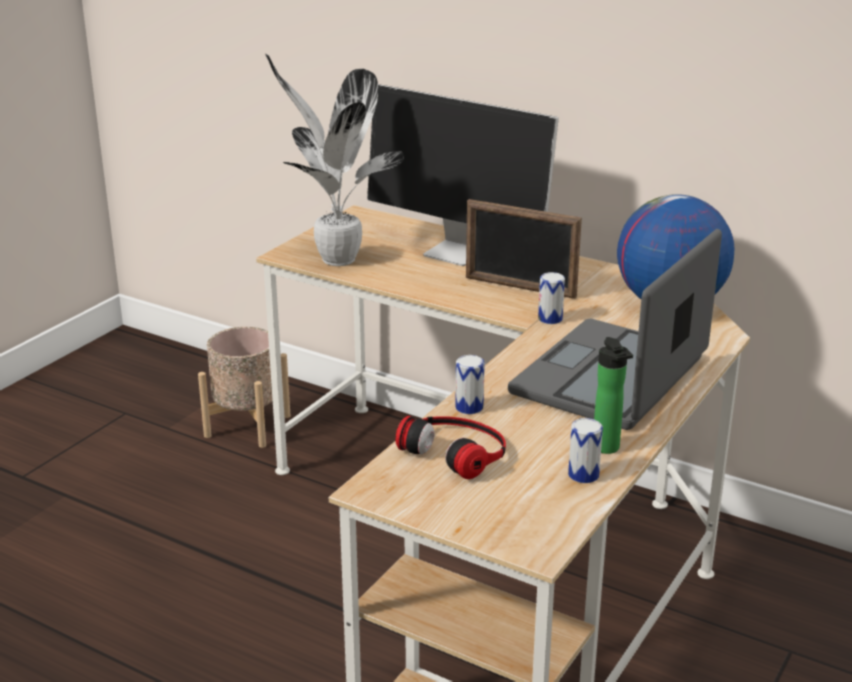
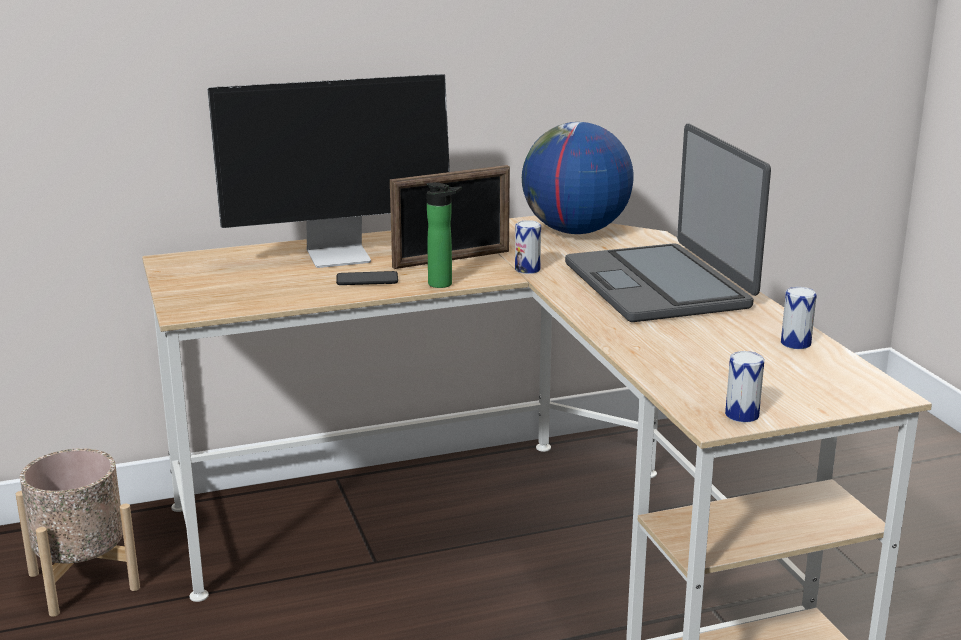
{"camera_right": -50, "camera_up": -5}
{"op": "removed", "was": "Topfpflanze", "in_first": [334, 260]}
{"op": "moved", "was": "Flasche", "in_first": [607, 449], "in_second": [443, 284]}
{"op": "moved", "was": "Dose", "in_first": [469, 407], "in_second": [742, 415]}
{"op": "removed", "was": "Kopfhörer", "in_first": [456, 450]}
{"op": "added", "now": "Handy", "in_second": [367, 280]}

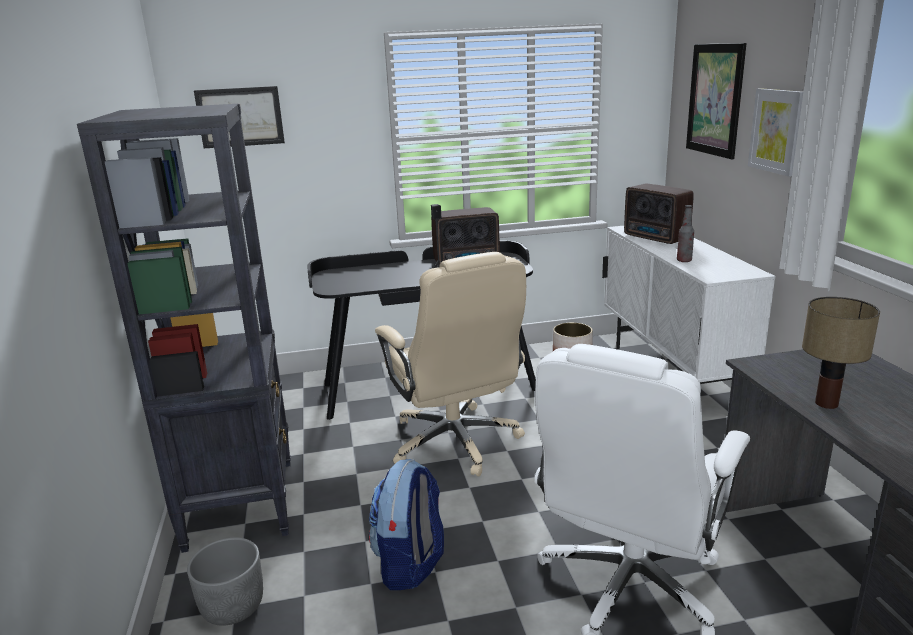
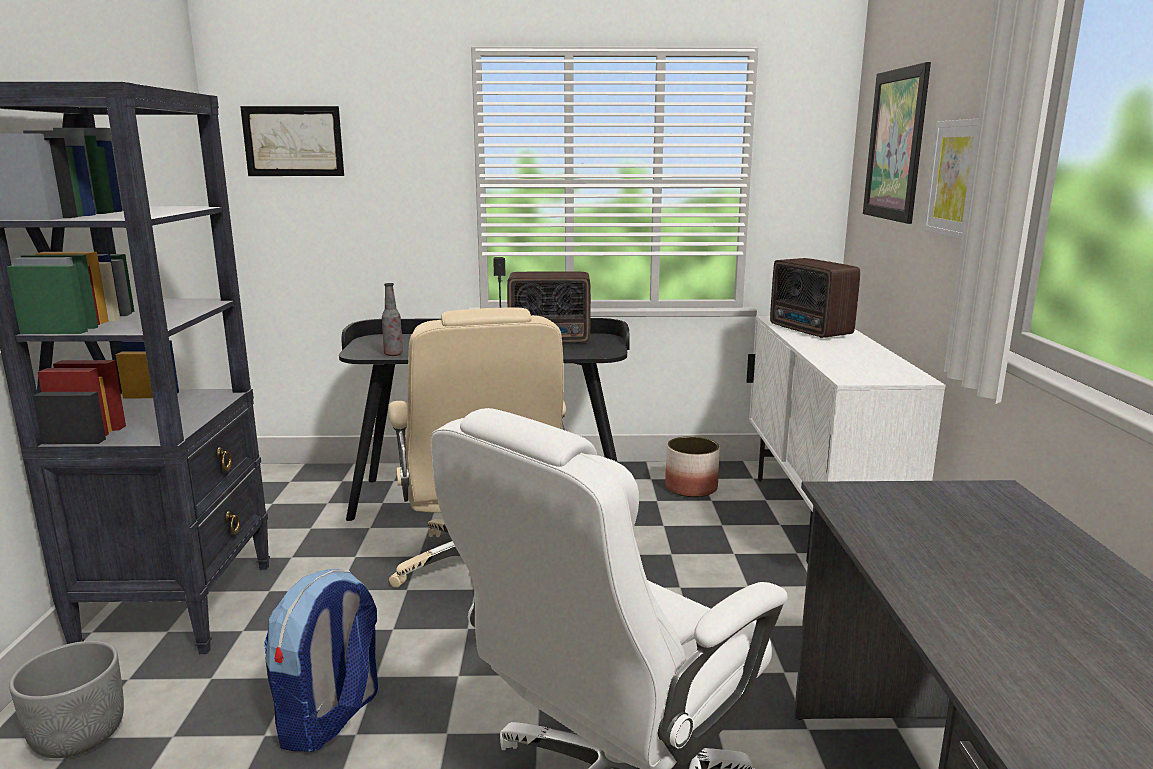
{"camera_right": 10, "camera_up": -5}
{"op": "moved", "was": "Flasche", "in_first": [684, 260], "in_second": [393, 354]}
{"op": "removed", "was": "Tischlampe", "in_first": [825, 403]}

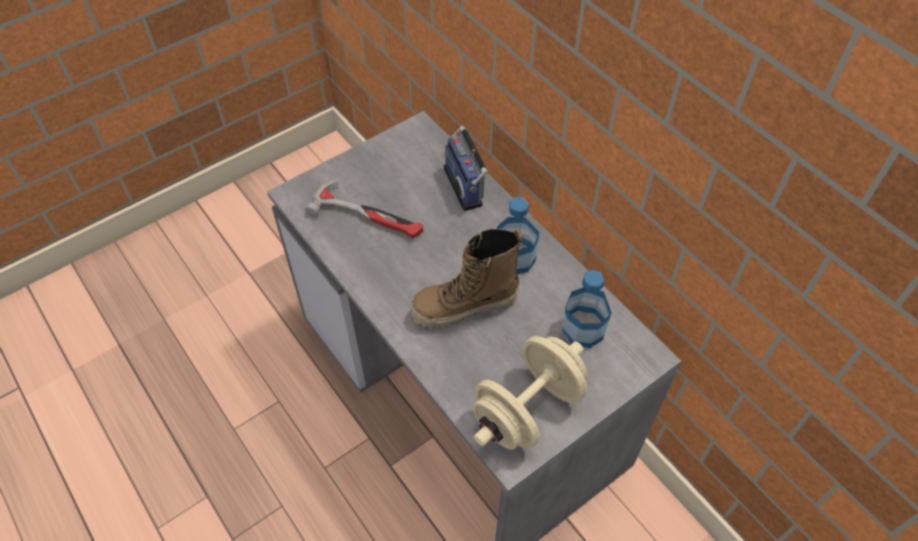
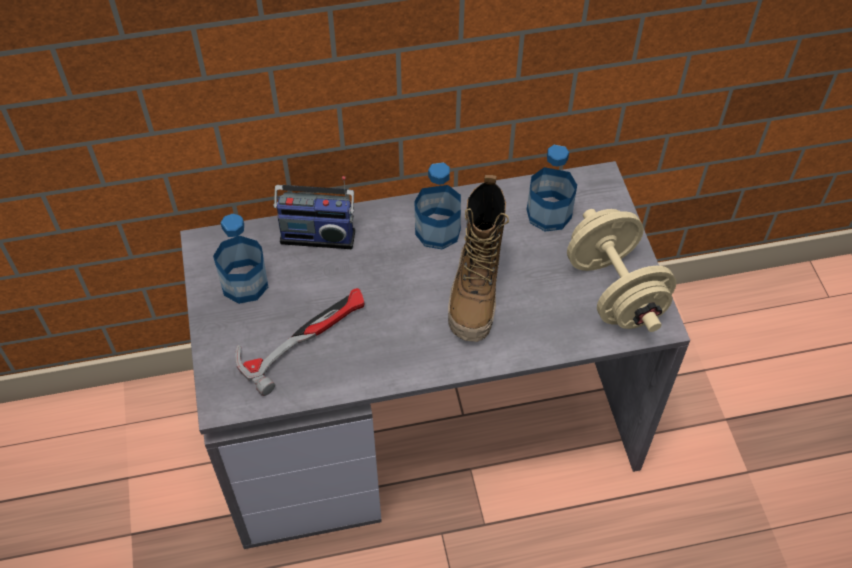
{"camera_right": -65, "camera_up": 0}
{"op": "added", "now": "Flasche", "in_second": [245, 284]}

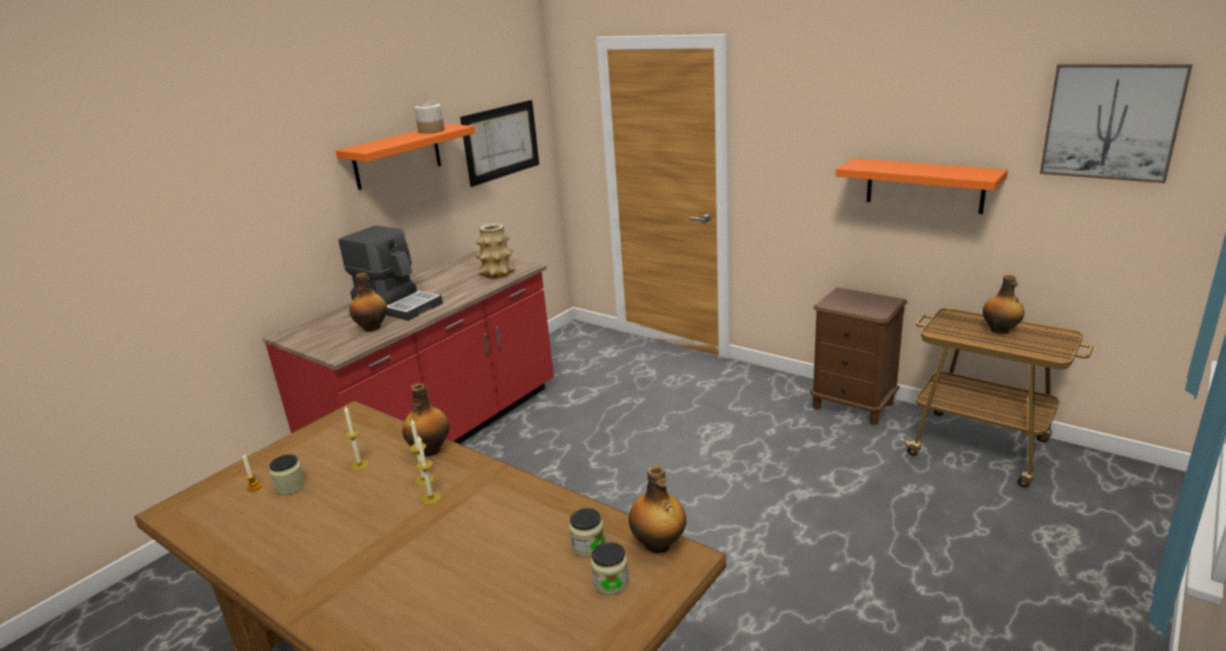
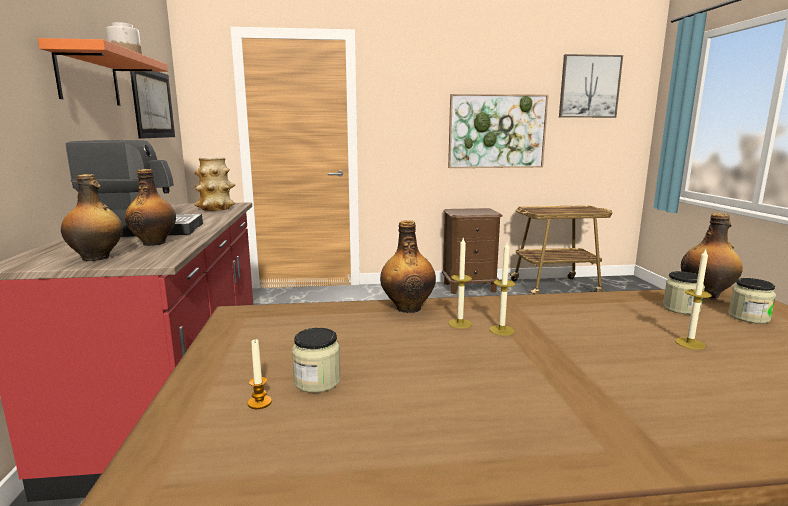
{"camera_right": -45, "camera_up": -10}
{"op": "replaced", "was": "Wandregal [orange]", "now": "Bild", "in_first": [924, 185], "in_second": [497, 131]}
{"op": "moved", "was": "Flasche", "in_first": [1000, 331], "in_second": [97, 258]}
{"op": "moved", "was": "Kerze", "in_first": [360, 465], "in_second": [689, 343]}

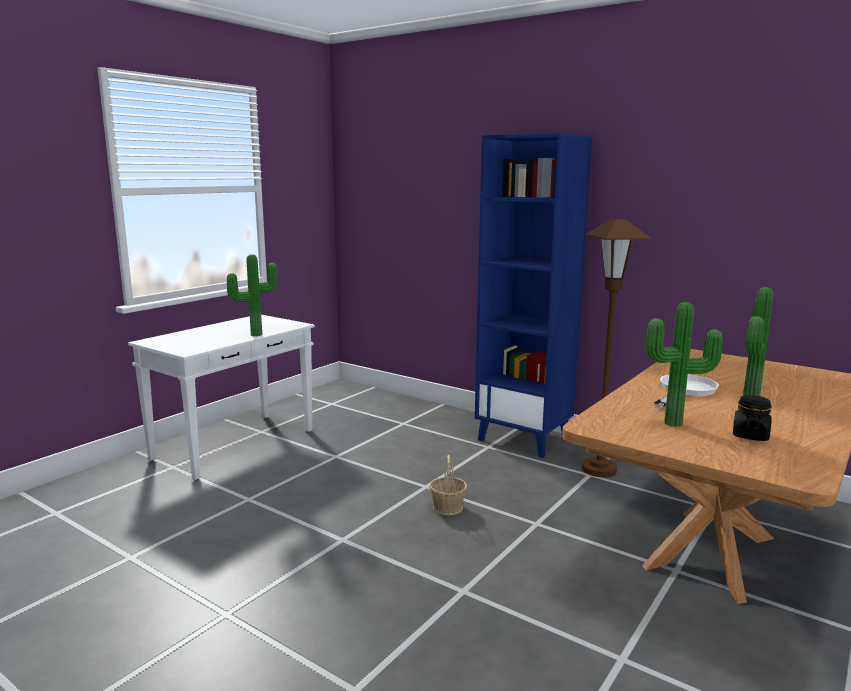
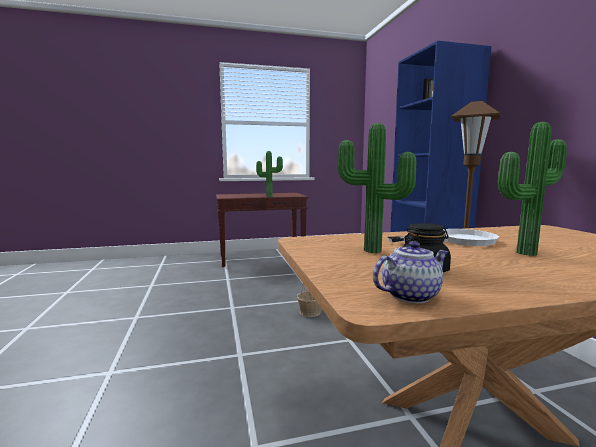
{"camera_right": 40, "camera_up": -5}
{"op": "recoloured", "was": "Konsolentisch [weiß]", "now": "Konsolentisch [braun]", "in_first": [235, 444], "in_second": [262, 258]}
{"op": "added", "now": "Teekanne", "in_second": [411, 295]}

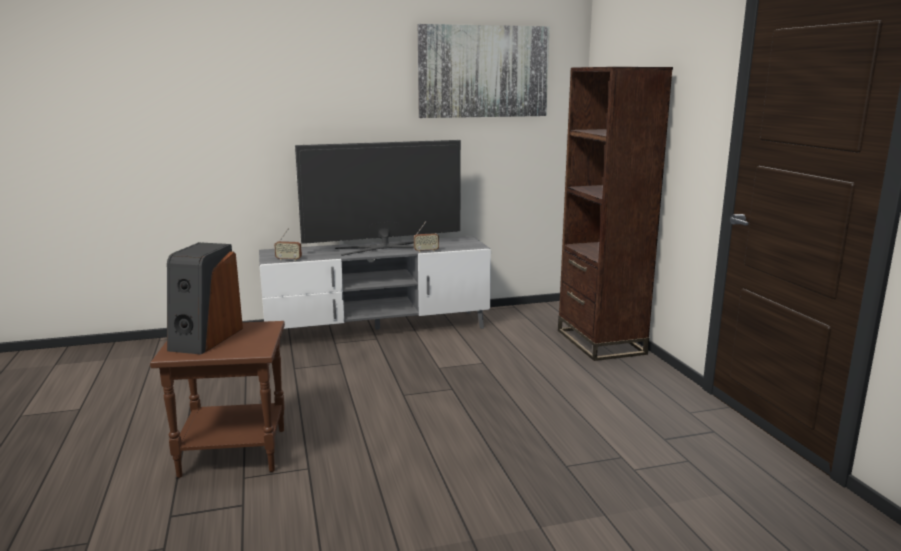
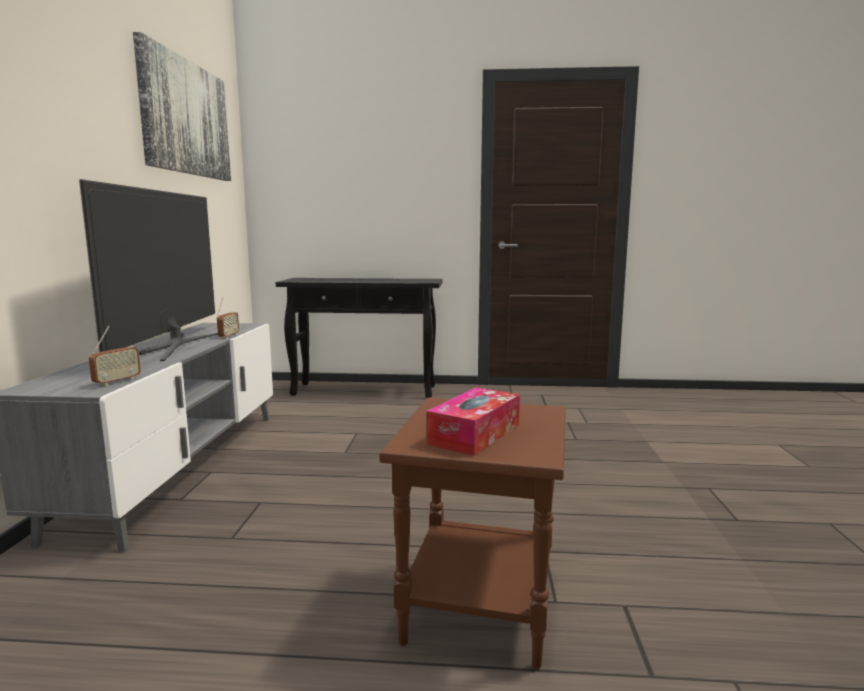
{"camera_right": -70, "camera_up": -5}
{"op": "replaced", "was": "Bücherregal [braun]", "now": "Konsolentisch [schwarz]", "in_first": [600, 342], "in_second": [365, 390]}
{"op": "replaced", "was": "Lautsprecher", "now": "Taschentuchbox", "in_first": [205, 339], "in_second": [474, 434]}

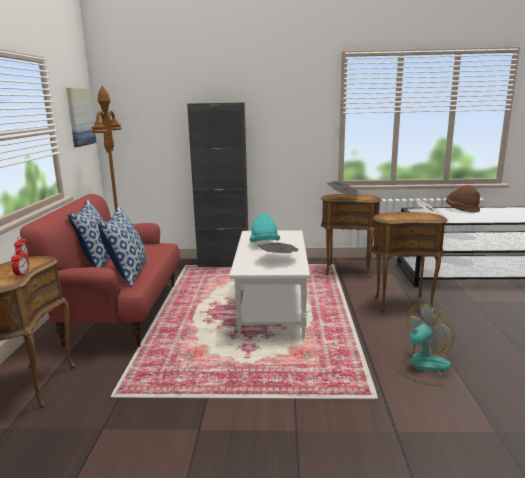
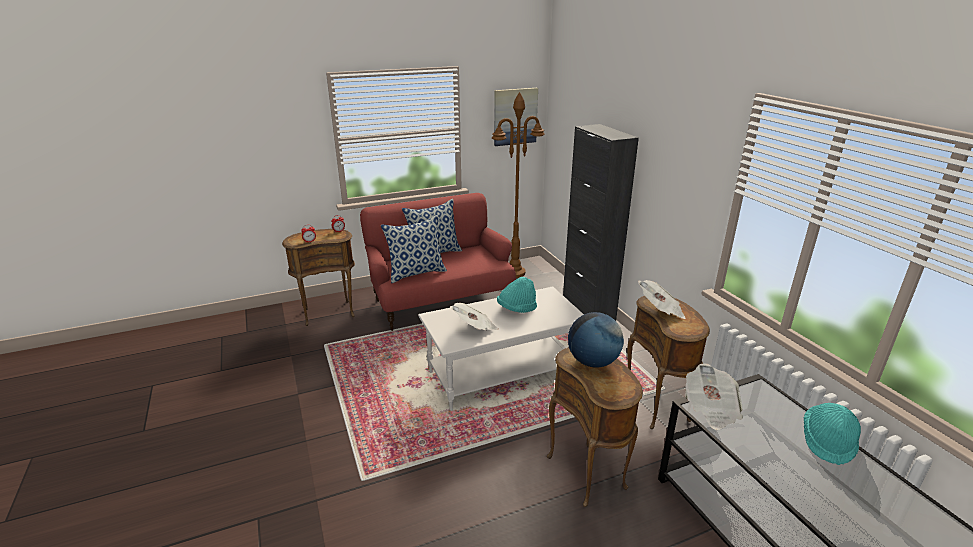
{"camera_right": 65, "camera_up": 10}
{"op": "recoloured", "was": "Hut [braun]", "now": "Hut [türkis]", "in_first": [461, 210], "in_second": [827, 442]}
{"op": "removed", "was": "Ventilator", "in_first": [423, 367]}
{"op": "added", "now": "Globus", "in_second": [593, 362]}

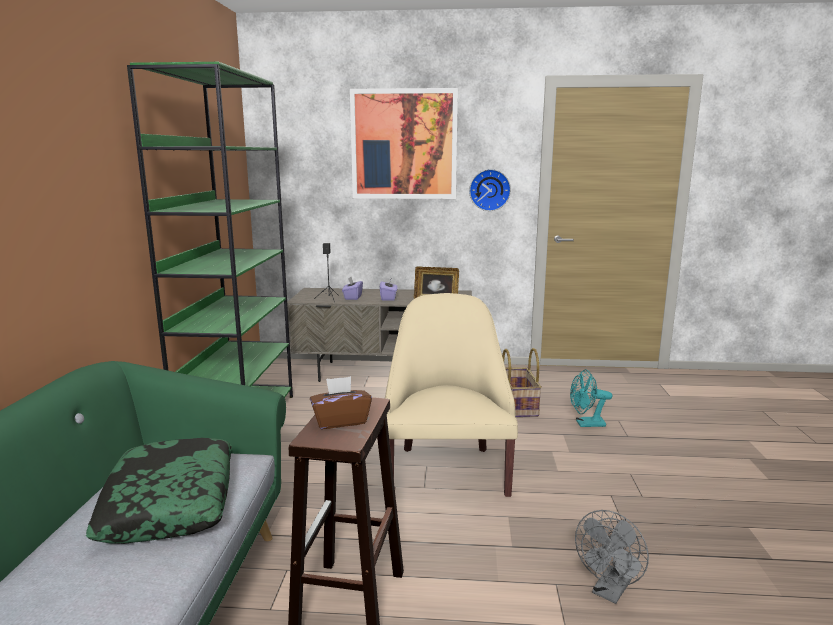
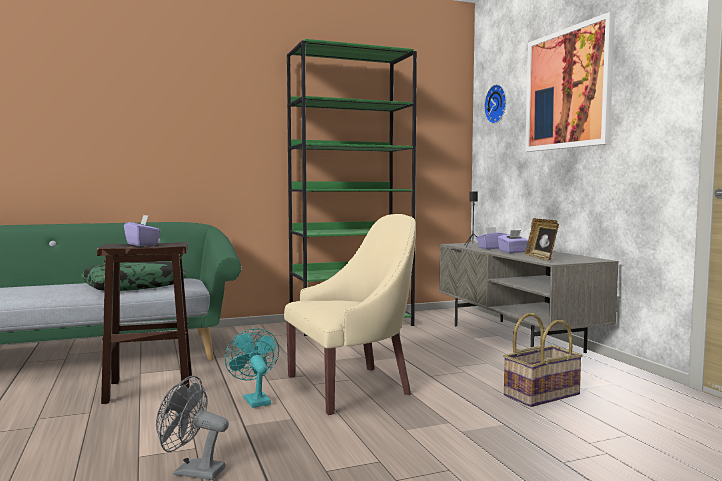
{"camera_right": 65, "camera_up": -10}
{"op": "moved", "was": "Wanduhr", "in_first": [489, 190], "in_second": [497, 104]}
{"op": "moved", "was": "Ventilator [türkis]", "in_first": [586, 424], "in_second": [254, 399]}
{"op": "recoloured", "was": "Taschentuchbox [braun]", "now": "Taschentuchbox [lila]", "in_first": [340, 421], "in_second": [143, 244]}

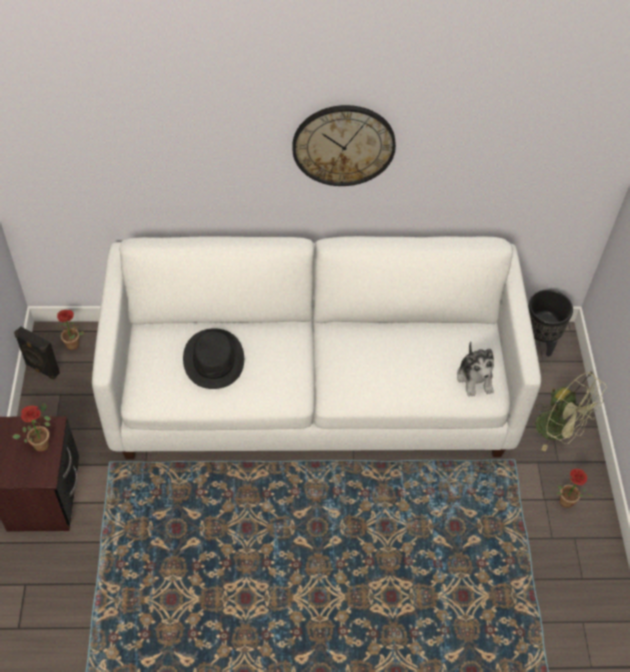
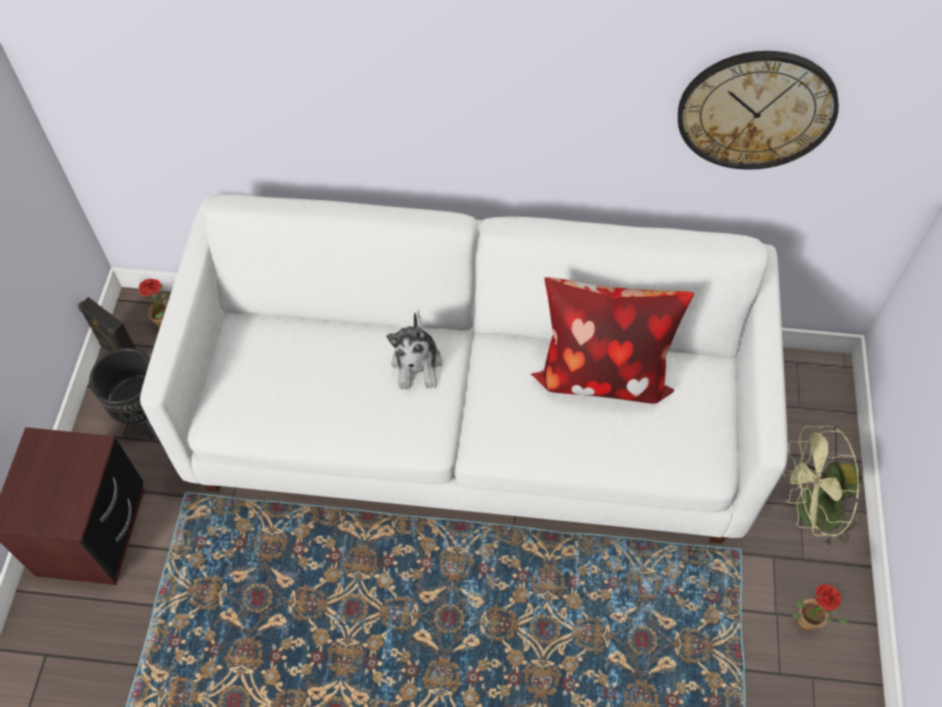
{"camera_right": 10, "camera_up": 5}
{"op": "moved", "was": "Wanduhr", "in_first": [343, 145], "in_second": [756, 110]}
{"op": "moved", "was": "Pflanzkübel [schwarz]", "in_first": [538, 342], "in_second": [146, 417]}
{"op": "removed", "was": "Hut [schwarz]", "in_first": [214, 359]}
{"op": "moved", "was": "Plüschtier", "in_first": [475, 378], "in_second": [417, 364]}
{"op": "turned", "was": "Ventilator [grün]", "in_first": [558, 430], "in_second": [809, 513], "clockwise": 120}
{"op": "removed", "was": "Topfpflanze", "in_first": [42, 442]}
{"op": "added", "now": "Kissen", "in_second": [601, 372]}

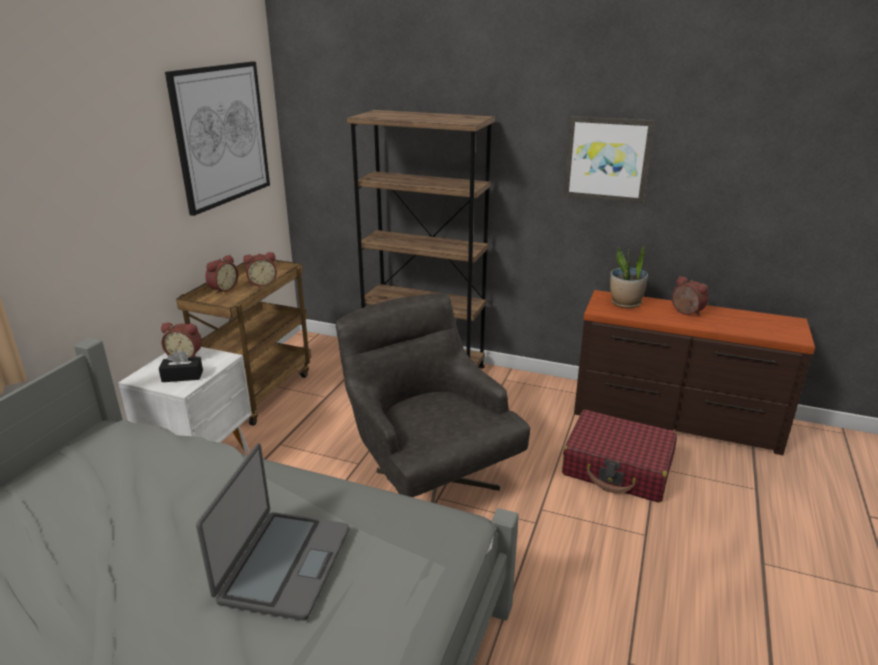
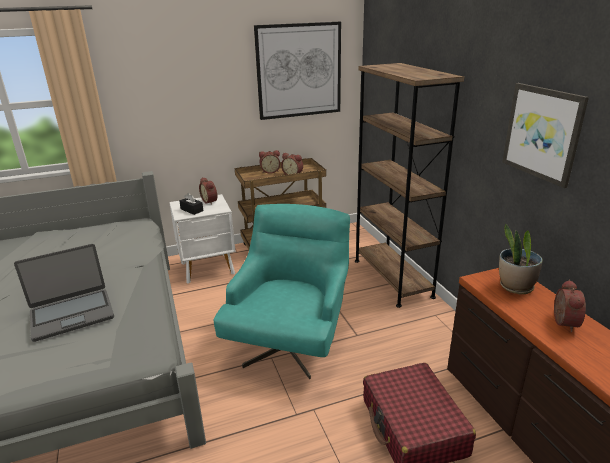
{"camera_right": 50, "camera_up": 0}
{"op": "recoloured", "was": "Sessel [grau]", "now": "Sessel [türkis]", "in_first": [429, 472], "in_second": [290, 340]}

